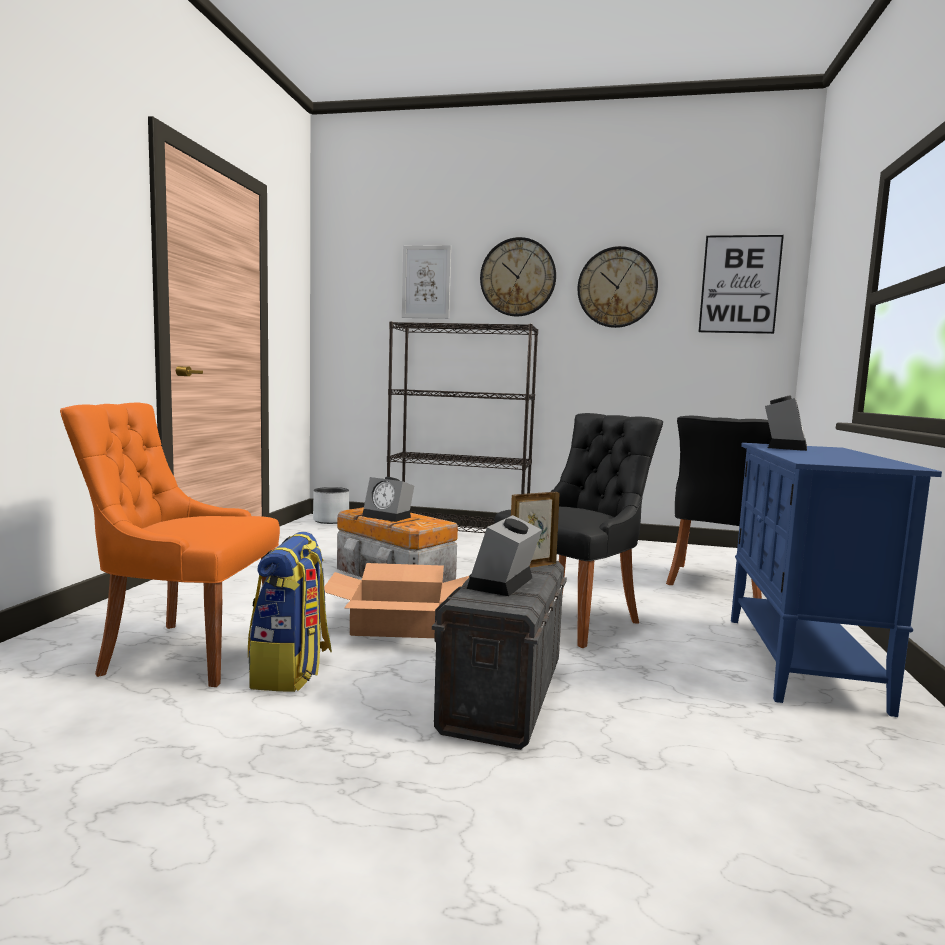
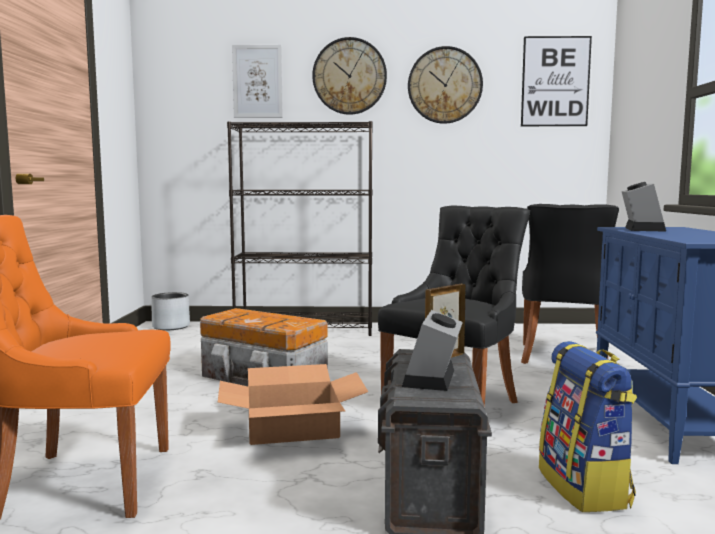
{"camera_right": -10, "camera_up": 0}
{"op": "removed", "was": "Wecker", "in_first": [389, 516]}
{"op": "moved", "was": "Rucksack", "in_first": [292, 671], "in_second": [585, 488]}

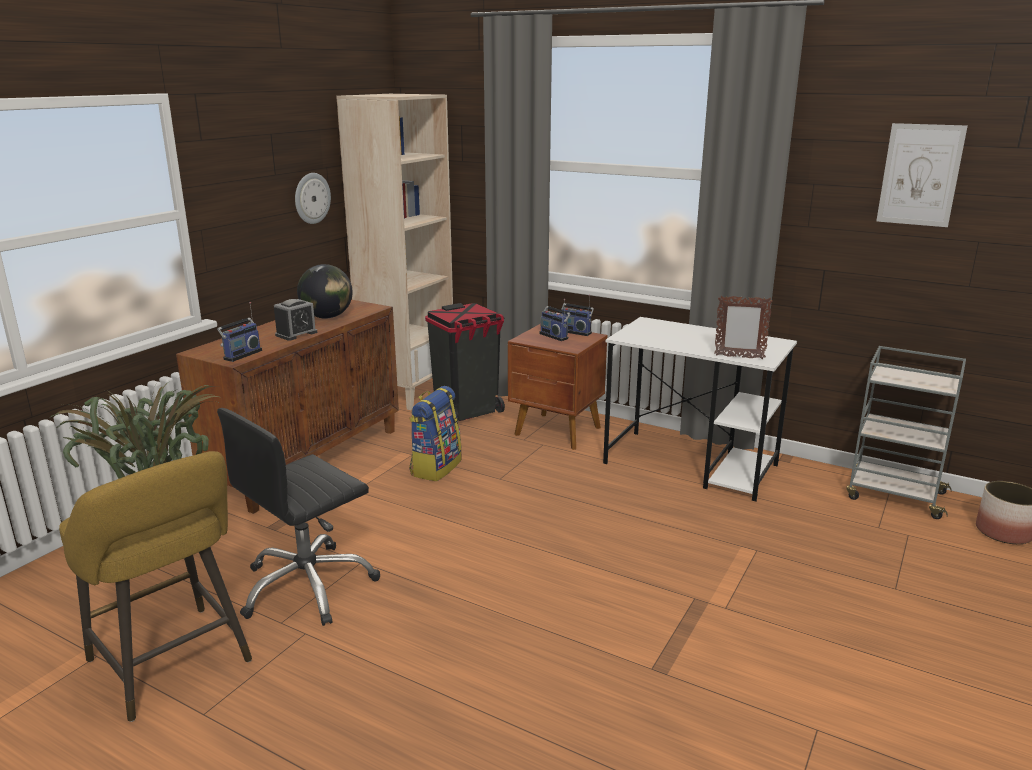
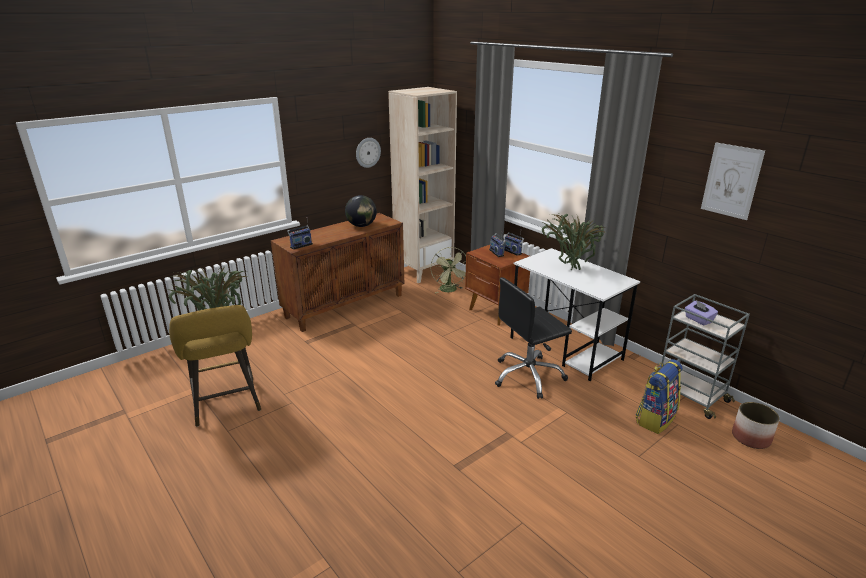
{"camera_right": 20, "camera_up": 5}
{"op": "removed", "was": "Bilderrahmen", "in_first": [738, 357]}
{"op": "removed", "was": "Wecker", "in_first": [296, 334]}
{"op": "replaced", "was": "Mülleimer [schwarz]", "now": "Ventilator [grün]", "in_first": [467, 413], "in_second": [450, 290]}
{"op": "moved", "was": "Rucksack", "in_first": [435, 467], "in_second": [655, 419]}
{"op": "moved", "was": "Bürostuhl [schwarz]", "in_first": [308, 586], "in_second": [528, 376]}
{"op": "added", "now": "Topfpflanze", "in_second": [570, 268]}
{"op": "added", "now": "Taschentuchbox [lila]", "in_second": [698, 320]}

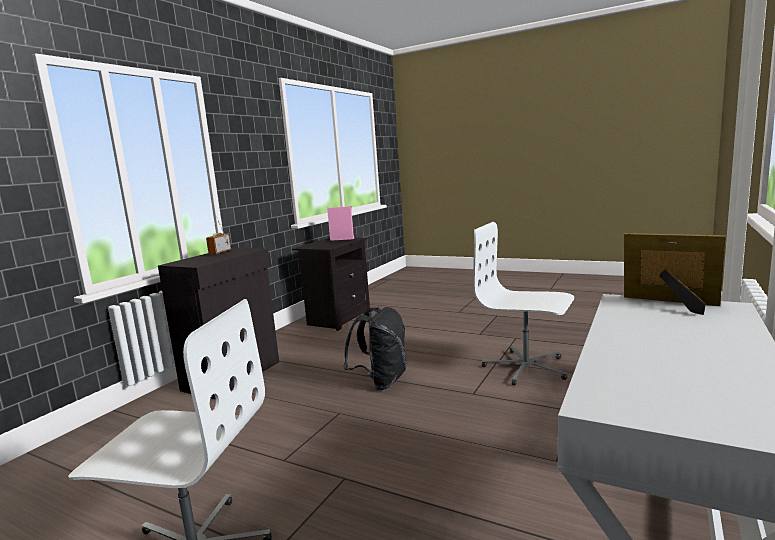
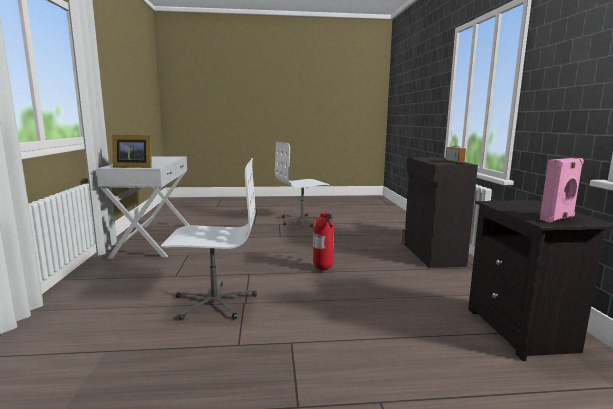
{"camera_right": 145, "camera_up": 0}
{"op": "replaced", "was": "Rucksack [schwarz]", "now": "Feuerlöscher", "in_first": [381, 382], "in_second": [323, 269]}

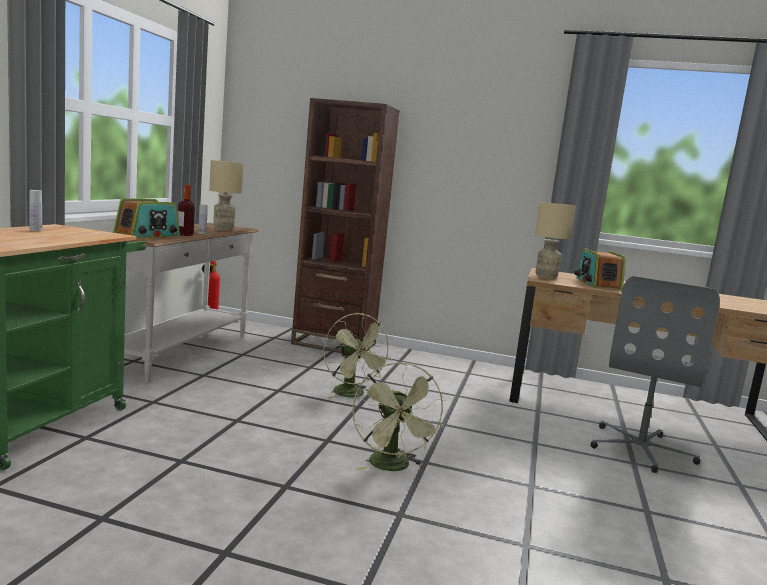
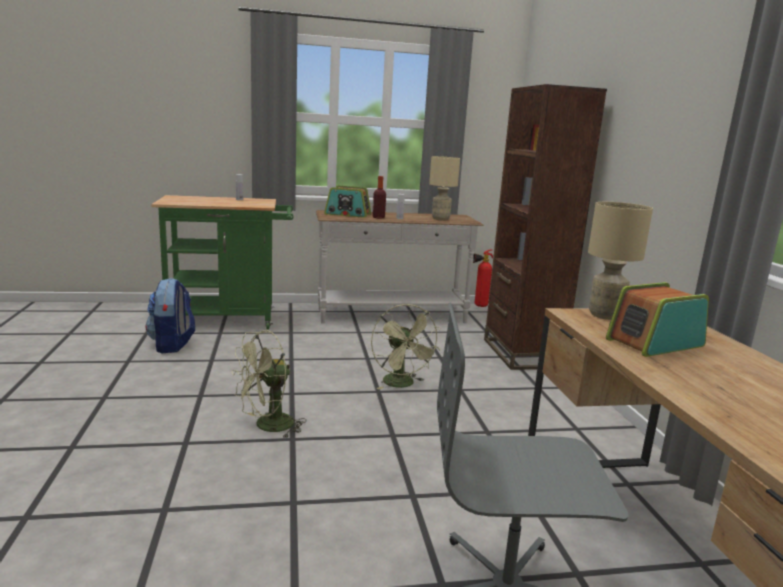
{"camera_right": 65, "camera_up": 5}
{"op": "turned", "was": "Ventilator [grün]", "in_first": [352, 395], "in_second": [402, 384], "clockwise": -60}
{"op": "added", "now": "Rucksack", "in_second": [172, 345]}

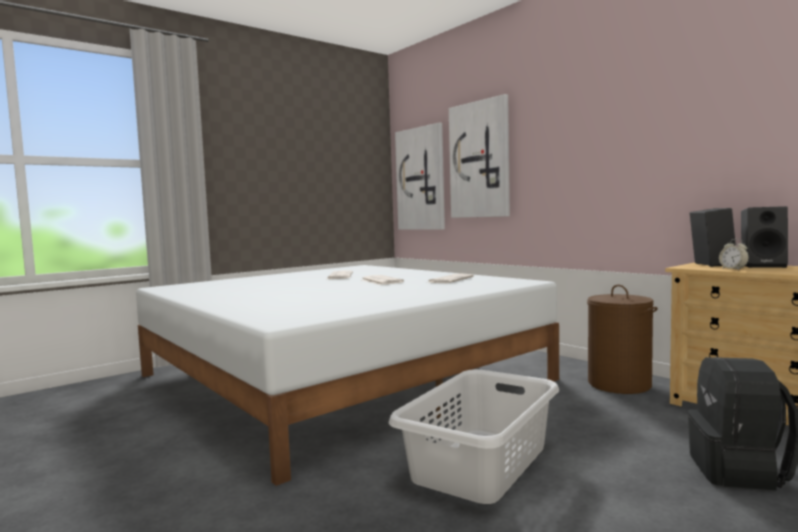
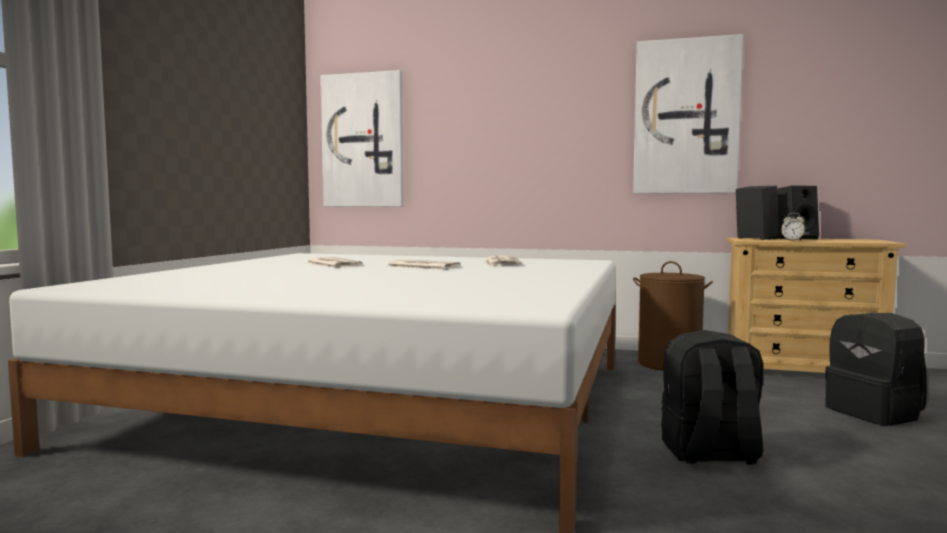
{"camera_right": -35, "camera_up": 0}
{"op": "moved", "was": "Bild", "in_first": [480, 160], "in_second": [686, 117]}
{"op": "replaced", "was": "Wäschekorb [grau]", "now": "Rucksack [schwarz]", "in_first": [479, 463], "in_second": [709, 453]}

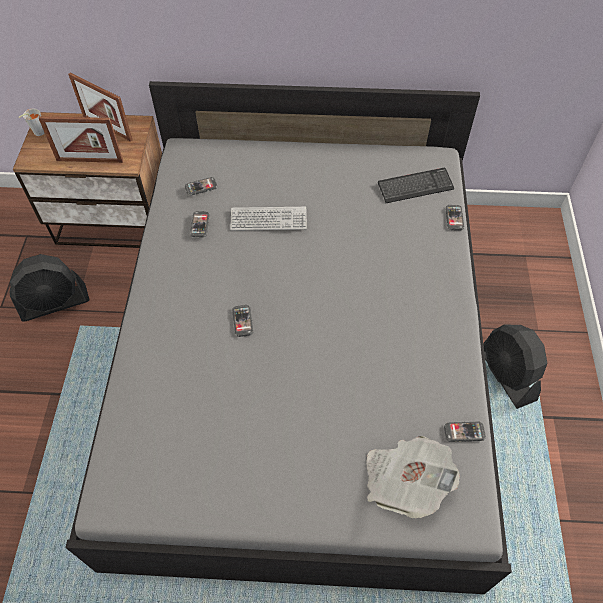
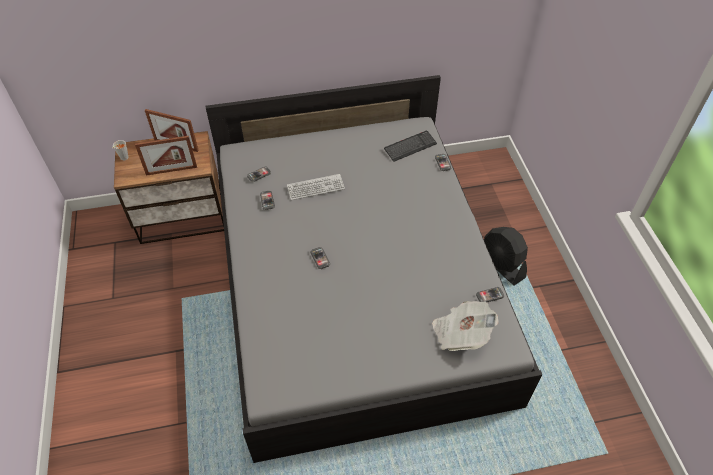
{"camera_right": -15, "camera_up": -5}
{"op": "removed", "was": "Ventilator [schwarz]", "in_first": [55, 303]}

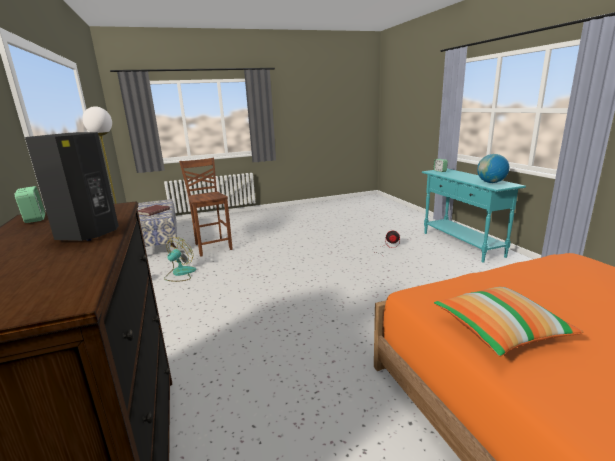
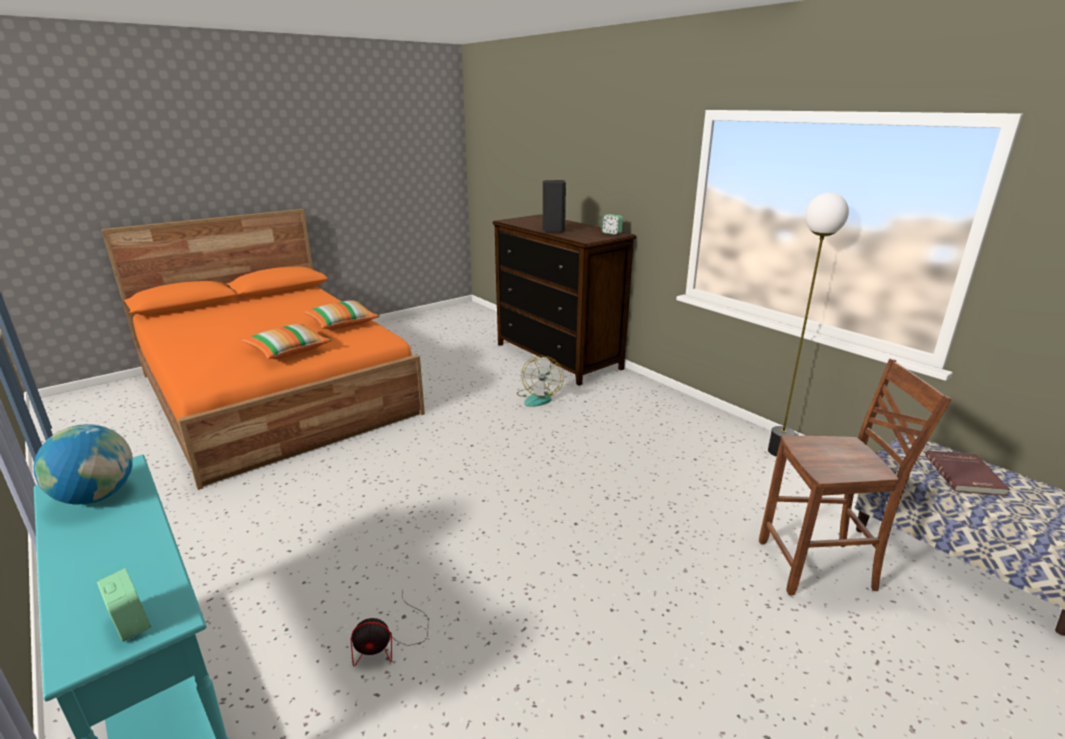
{"camera_right": 160, "camera_up": 5}
{"op": "turned", "was": "Stuhl [braun]", "in_first": [212, 247], "in_second": [819, 567], "clockwise": -45}
{"op": "moved", "was": "Ventilator", "in_first": [180, 274], "in_second": [539, 397]}
{"op": "added", "now": "Kissen", "in_second": [289, 351]}

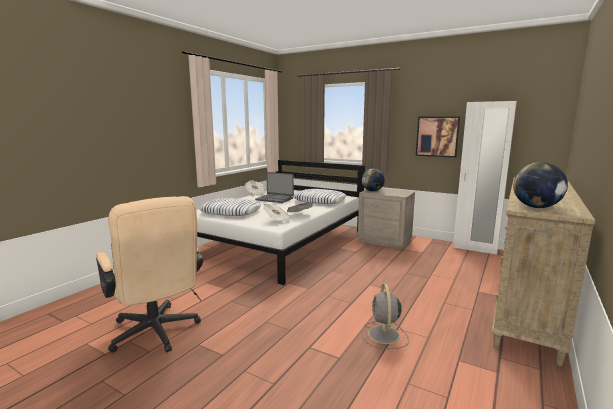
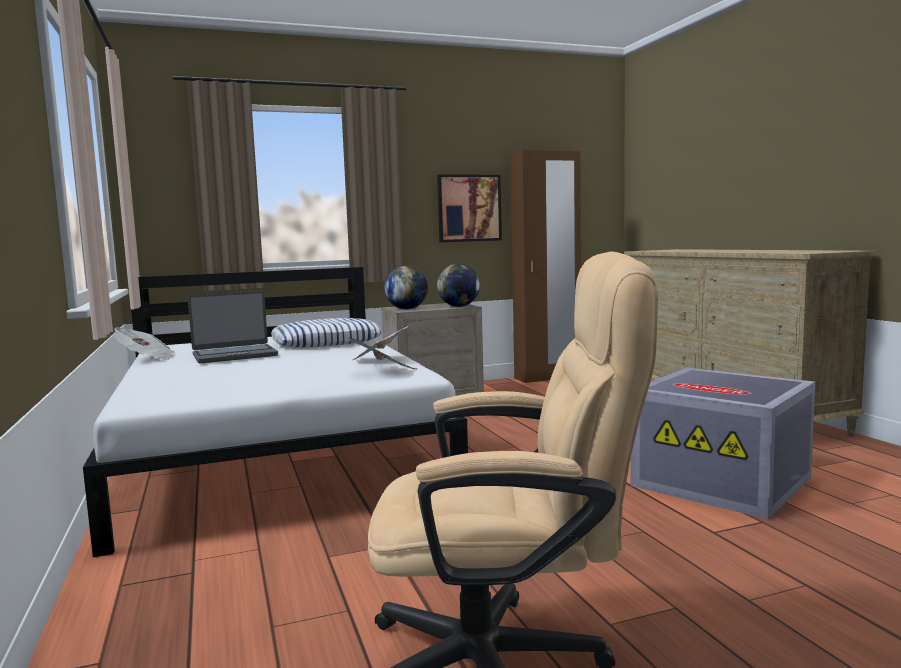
{"camera_right": -50, "camera_up": -5}
{"op": "recoloured", "was": "Kleiderschrank [weiß]", "now": "Kleiderschrank [braun]", "in_first": [475, 248], "in_second": [547, 377]}
{"op": "moved", "was": "Globus", "in_first": [536, 207], "in_second": [459, 306]}
{"op": "removed", "was": "Kissen", "in_first": [230, 212]}
{"op": "replaced", "was": "Ventilator [grau]", "now": "Aufbewahrungsbox [grau]", "in_first": [384, 335], "in_second": [724, 481]}

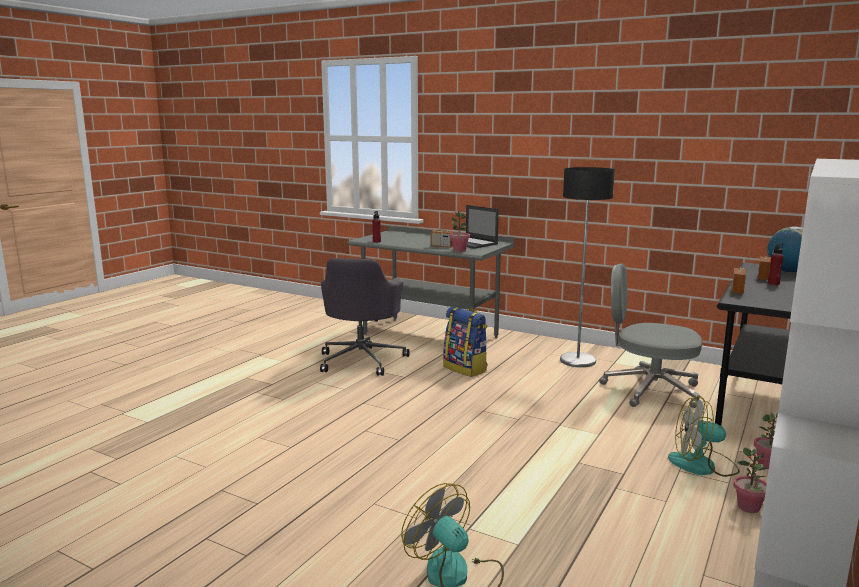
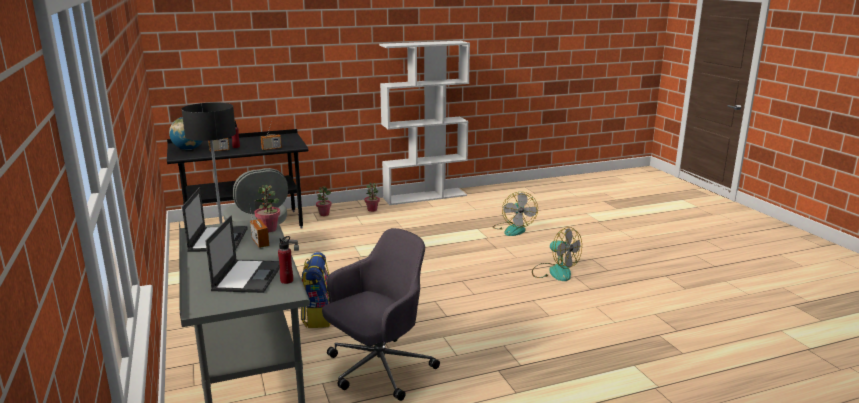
{"camera_right": -140, "camera_up": 5}
{"op": "moved", "was": "Ventilator", "in_first": [703, 465], "in_second": [554, 272]}
{"op": "added", "now": "Laptop", "in_second": [248, 276]}

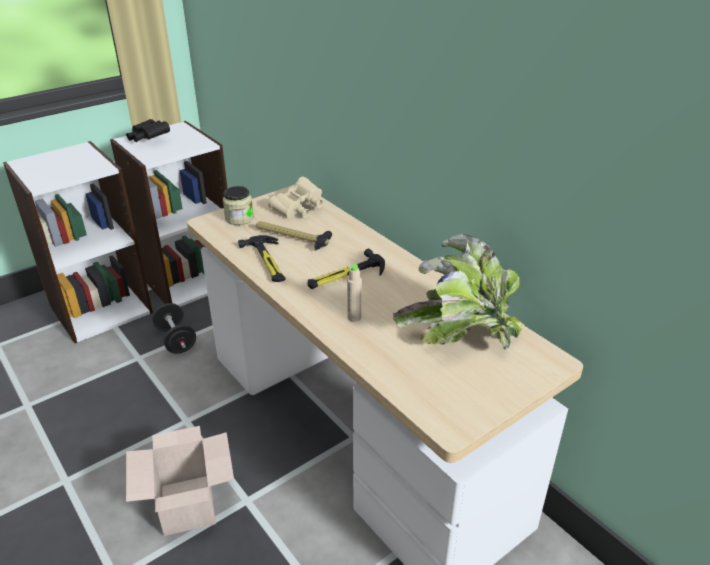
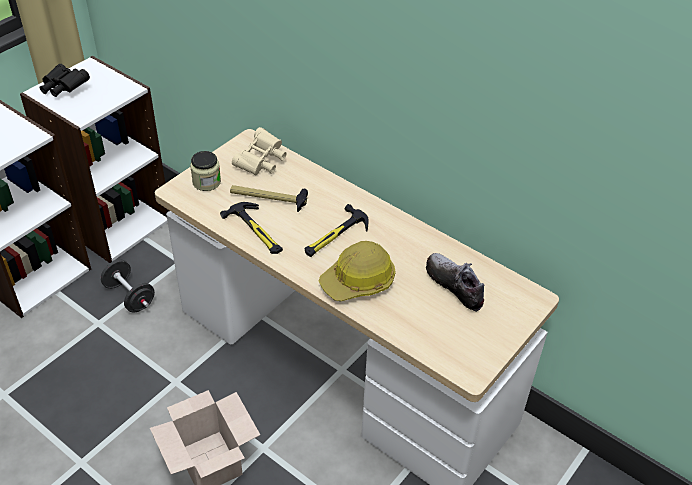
{"camera_right": -15, "camera_up": 10}
{"op": "replaced", "was": "Topfpflanze", "now": "Schuh", "in_first": [459, 336], "in_second": [454, 285]}
{"op": "replaced", "was": "Flasche [beige]", "now": "Schutzhelm", "in_first": [354, 317], "in_second": [358, 281]}

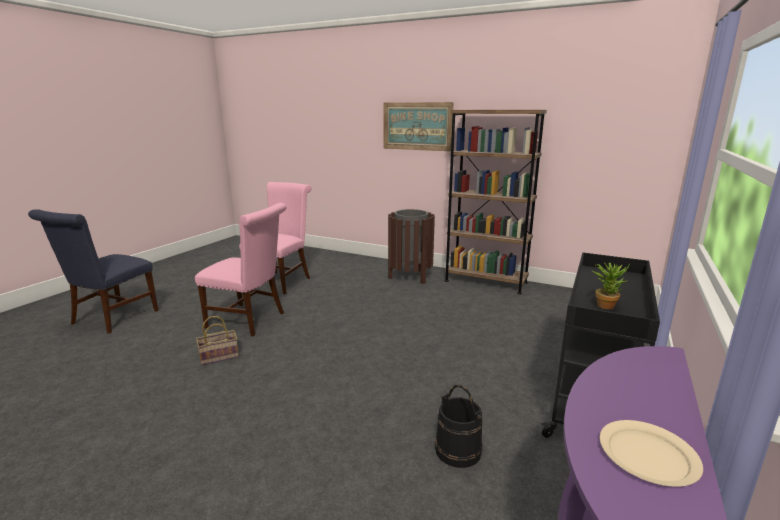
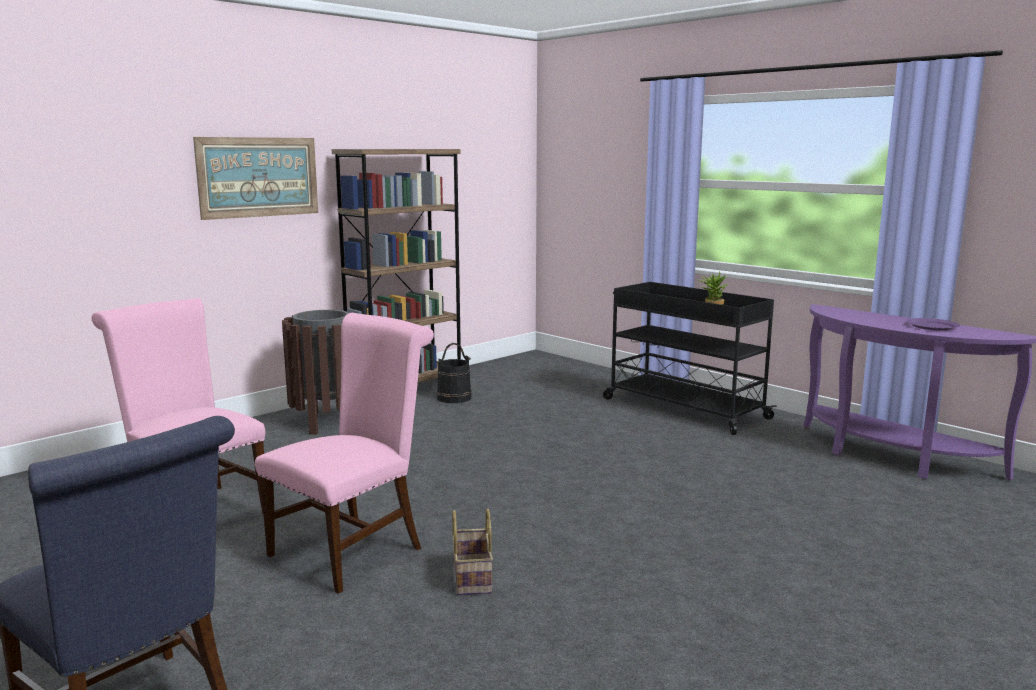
{"camera_right": -70, "camera_up": -5}
{"op": "moved", "was": "Eimer [schwarz]", "in_first": [457, 450], "in_second": [454, 398]}
{"op": "recoloured", "was": "Teller [beige]", "now": "Teller [lila]", "in_first": [648, 456], "in_second": [932, 326]}

